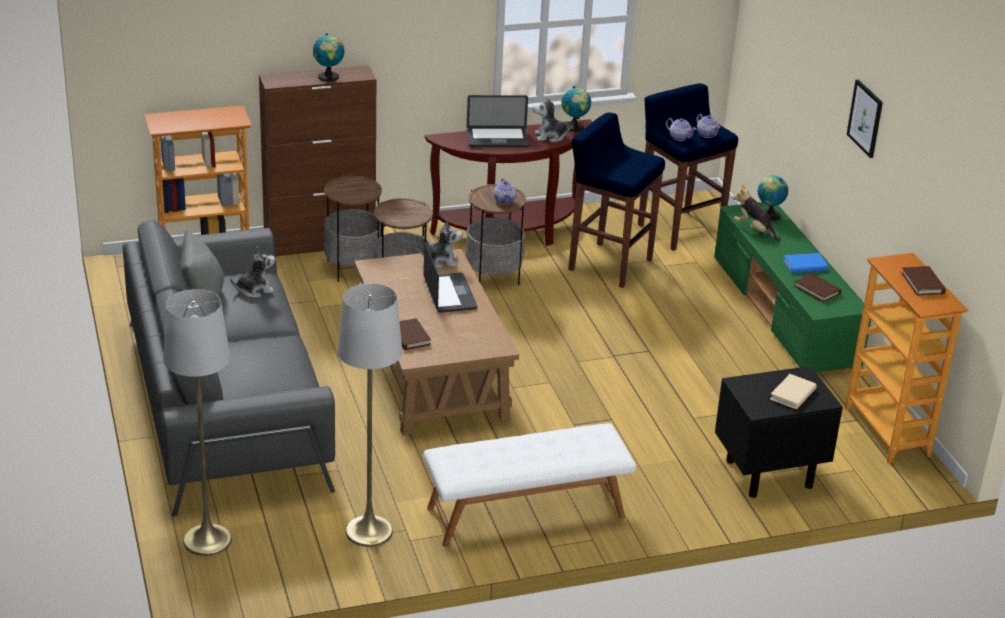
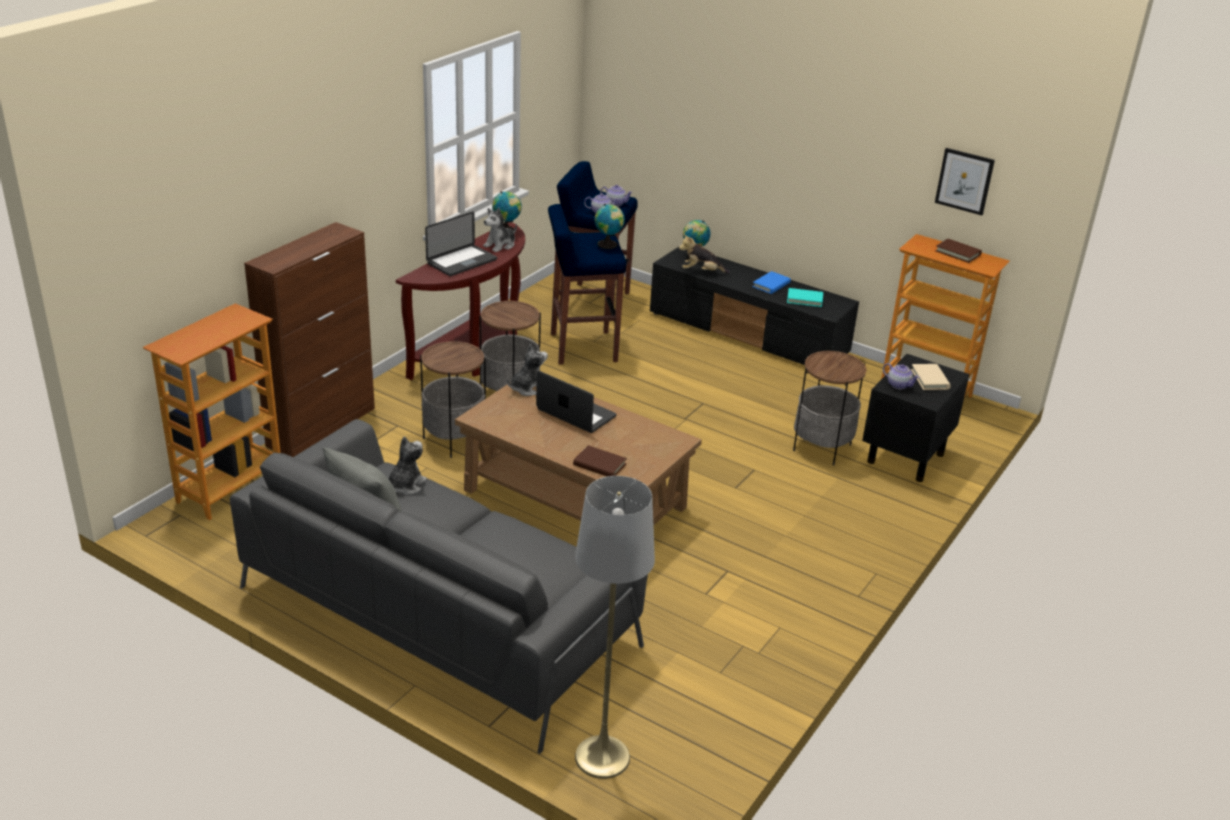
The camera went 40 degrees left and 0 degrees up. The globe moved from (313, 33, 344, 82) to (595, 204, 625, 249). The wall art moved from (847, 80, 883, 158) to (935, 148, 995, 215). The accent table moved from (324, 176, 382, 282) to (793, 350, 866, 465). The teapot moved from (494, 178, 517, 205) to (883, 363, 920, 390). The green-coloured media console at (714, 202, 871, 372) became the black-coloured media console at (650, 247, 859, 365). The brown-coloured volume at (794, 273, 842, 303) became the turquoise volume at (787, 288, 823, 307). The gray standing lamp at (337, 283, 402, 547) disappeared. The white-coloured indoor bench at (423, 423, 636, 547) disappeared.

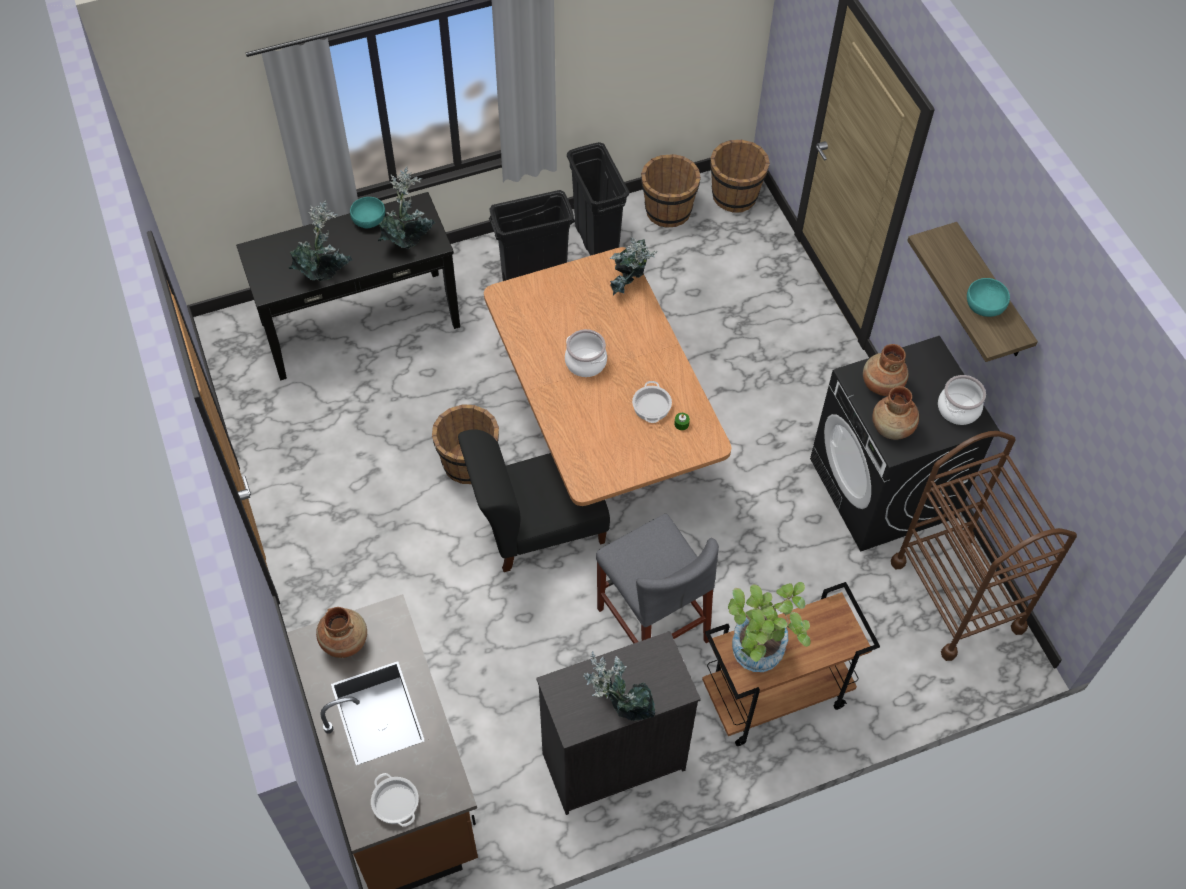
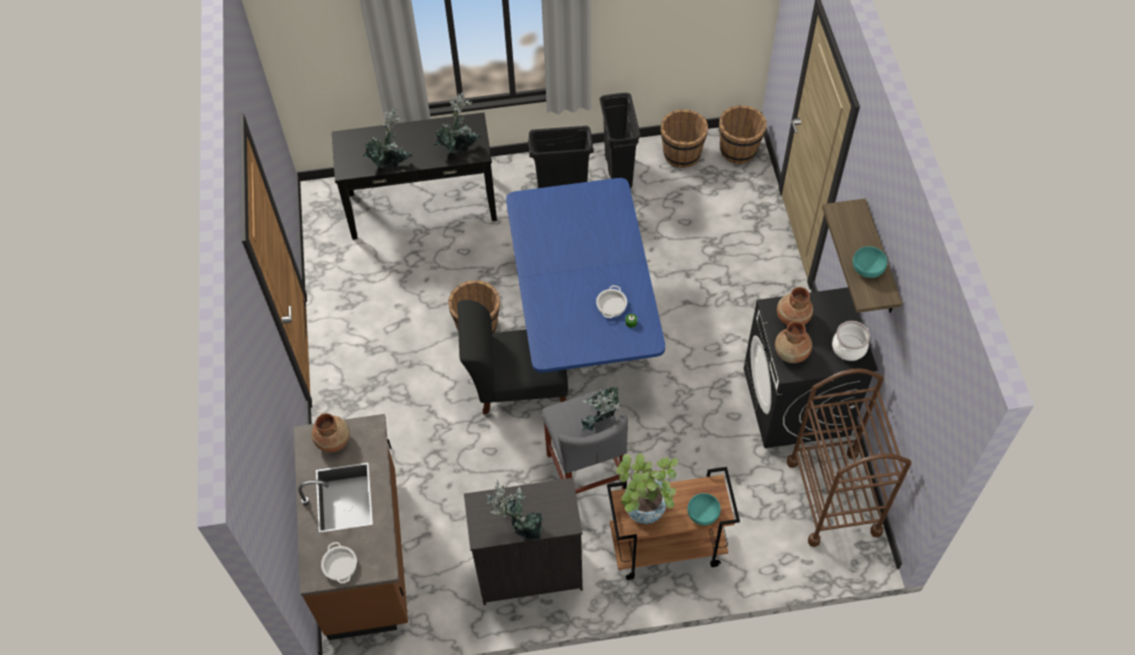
The camera went 15 degrees right and 0 degrees up. The turquoise deep dish moved from (350, 197, 385, 228) to (688, 493, 721, 525). The houseplant moved from (610, 237, 657, 296) to (581, 387, 620, 432). The brown-coloured dinner table at (484, 247, 732, 506) became the bluish dinner table at (506, 178, 665, 373). The saucepot at (565, 329, 607, 377) disappeared.

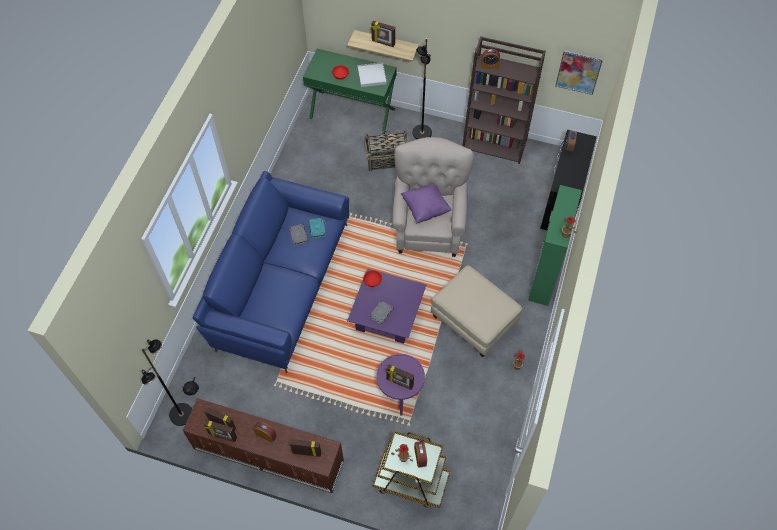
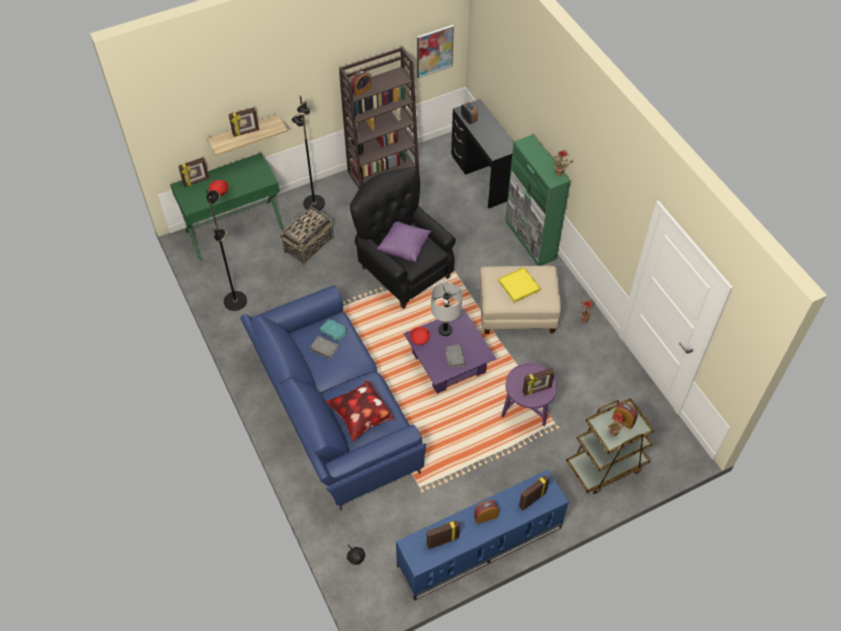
The camera went 45 degrees left and 5 degrees down. The white-coloured tray at (358, 62, 387, 87) disappeared. The beige-coloured lounge chair at (392, 137, 474, 257) became the black-coloured lounge chair at (350, 167, 456, 309). The black-coloured standing lamp moved from (141, 339, 192, 426) to (206, 190, 247, 311). The brown-coloured media console at (183, 398, 344, 493) became the bluish media console at (396, 470, 568, 601). The picture frame moved from (204, 420, 237, 442) to (178, 157, 209, 187). The yellowish tray at (498, 267, 541, 303) appeared. The gray lamp for a table at (431, 283, 462, 336) appeared. The throw pillow at (326, 380, 393, 441) appeared.

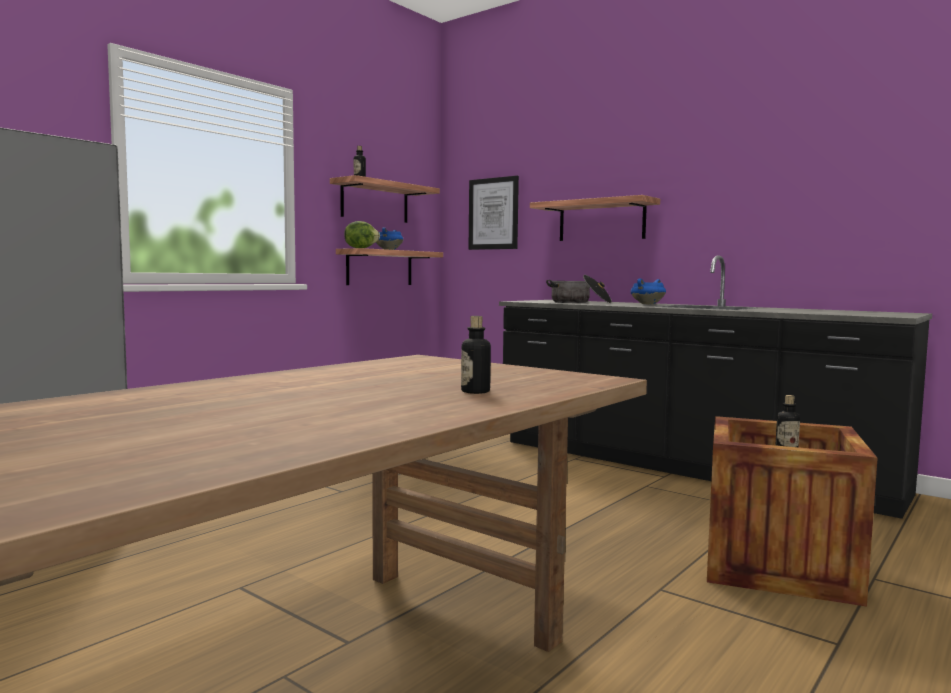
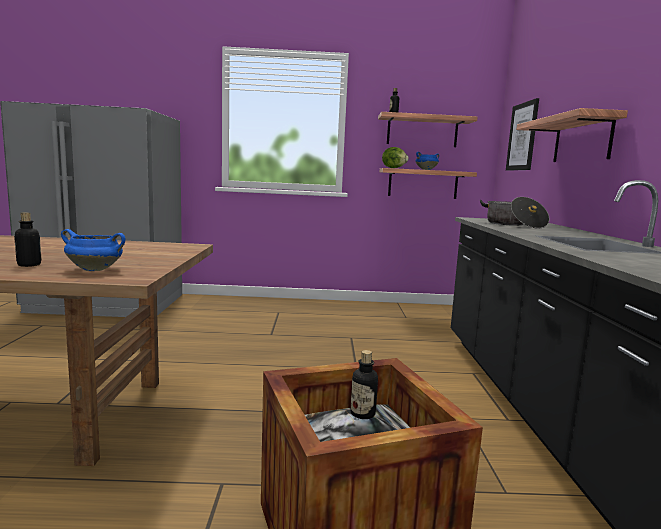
The camera went 50 degrees right and 5 degrees up. The bluish saucepot moved from (631, 279, 666, 305) to (61, 229, 126, 271).

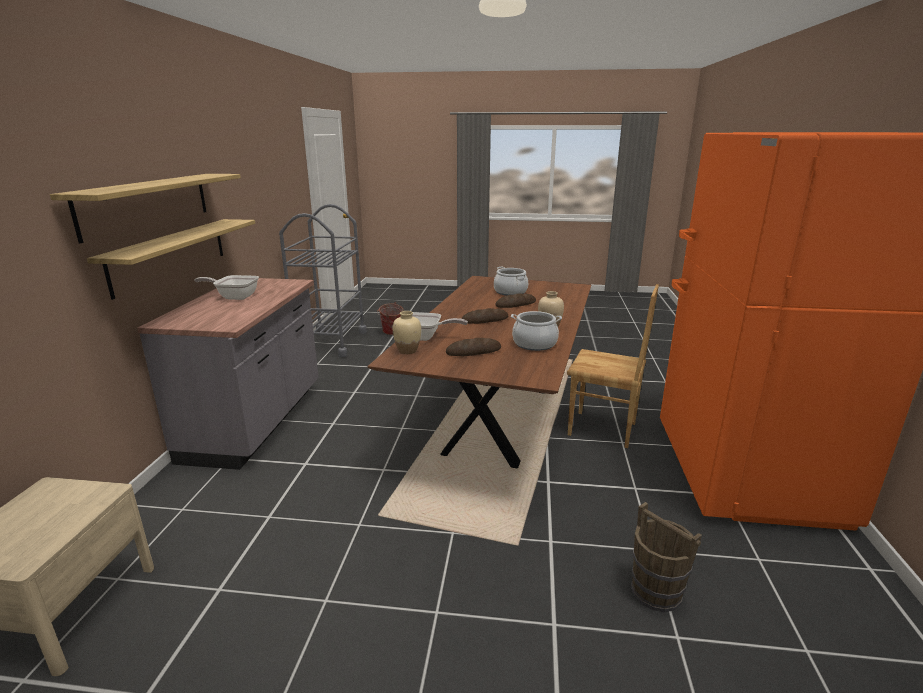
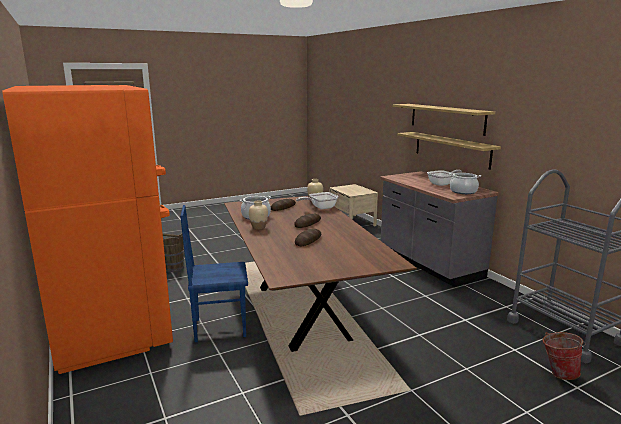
The camera went 145 degrees right and 5 degrees down. The saucepot moved from (494, 267, 528, 296) to (449, 173, 481, 194). The brown-coloured plain chair at (567, 284, 659, 448) became the bluish plain chair at (180, 205, 248, 342).

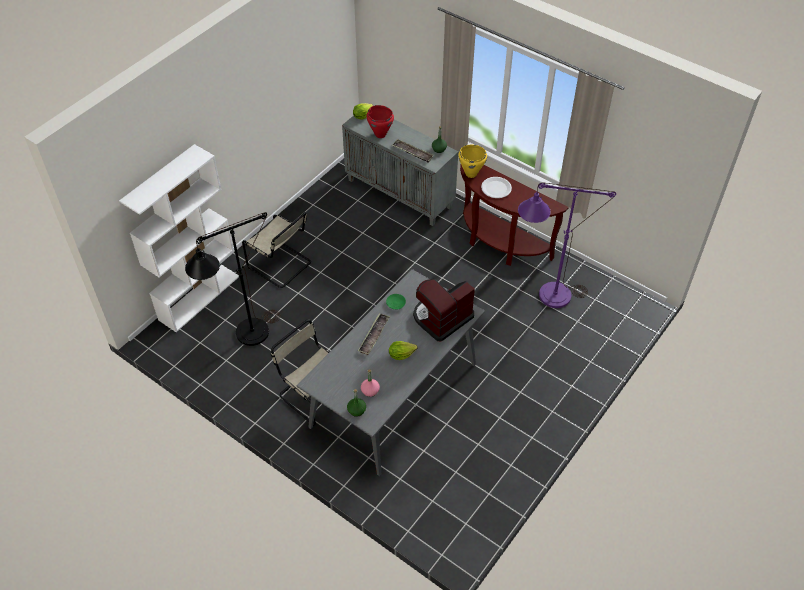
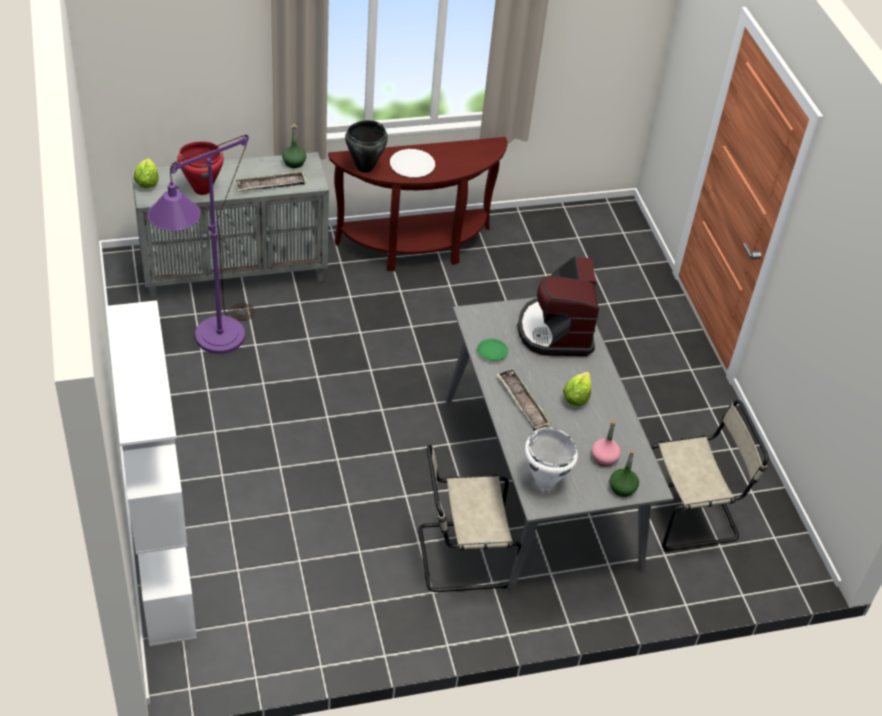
The camera went 55 degrees left and 5 degrees down. The yellowish saucepot at (458, 145, 487, 178) became the black-coloured saucepot at (345, 120, 388, 173). The purple standing lamp moved from (518, 182, 616, 308) to (148, 135, 255, 354). The black-coloured standing lamp at (185, 212, 280, 346) disappeared. The beige-coloured plain chair moved from (242, 212, 311, 288) to (651, 400, 769, 552). The white-coloured saucepot at (525, 427, 578, 489) appeared.

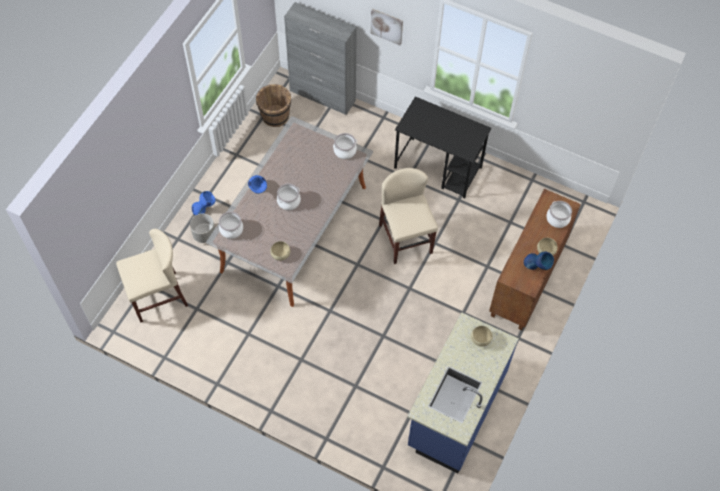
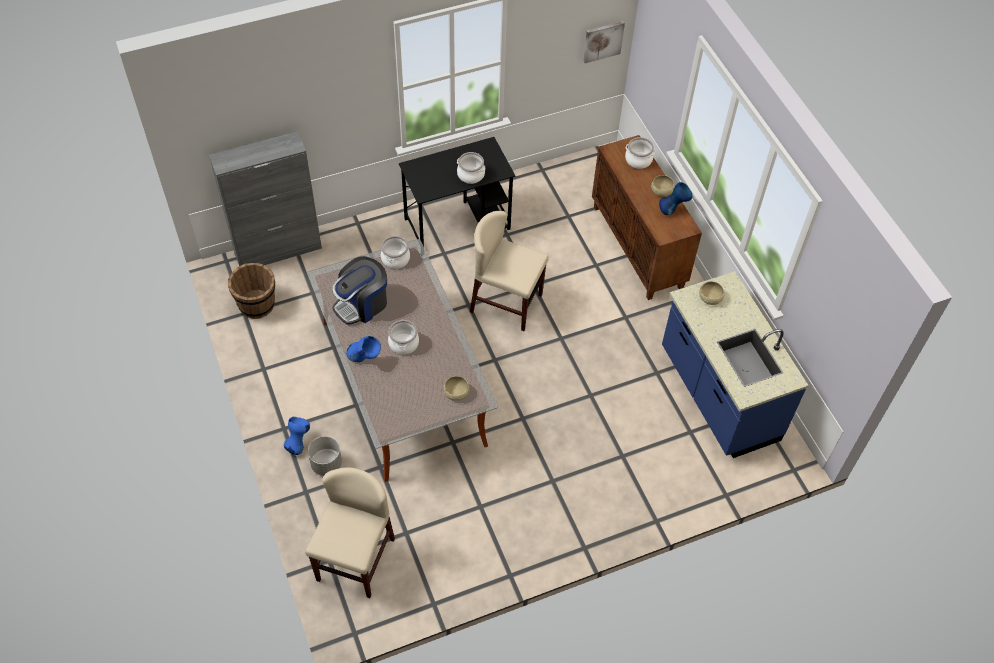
The camera went 50 degrees left and 5 degrees down. The wall art moved from (371, 9, 403, 45) to (583, 21, 625, 63). The saucepot moved from (219, 212, 243, 239) to (457, 152, 485, 184). The coffee brewer at (332, 256, 387, 325) appeared.

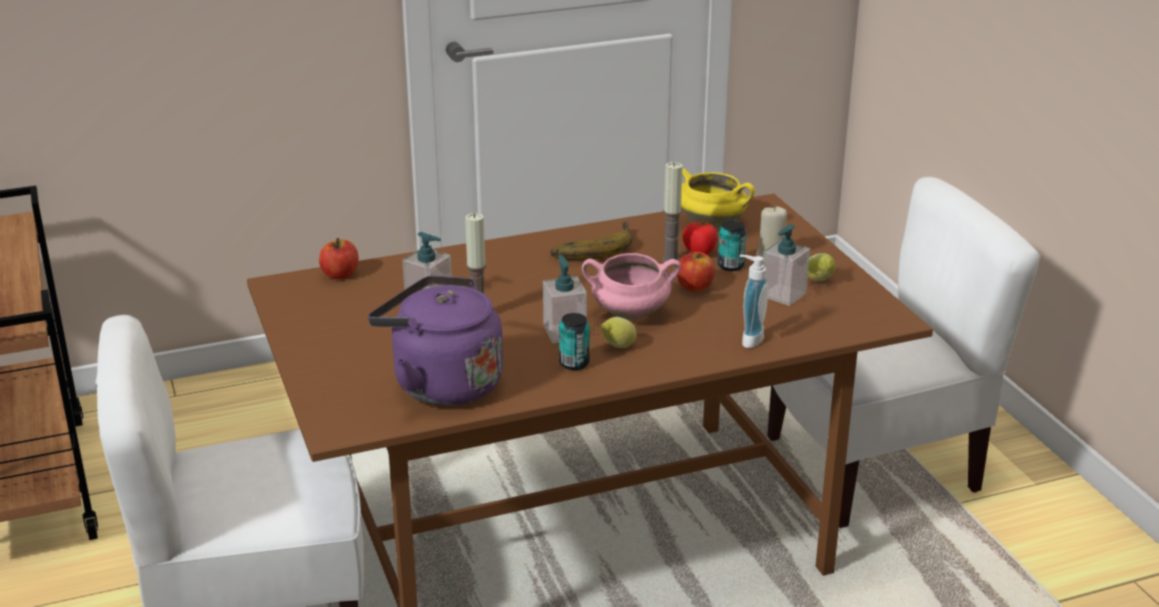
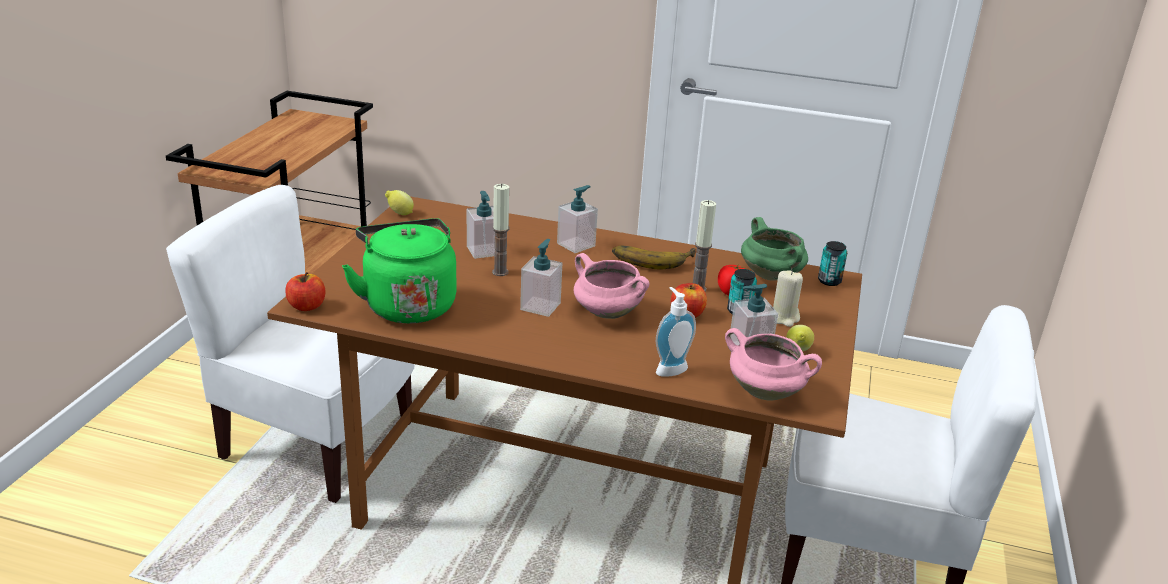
The camera went 35 degrees right and 0 degrees up. The yellowish saucepot at (681, 167, 755, 229) became the green-coloured saucepot at (741, 217, 808, 281). The whole apple moved from (319, 238, 359, 279) to (285, 272, 325, 311). The purple kettle at (368, 275, 503, 406) became the green-coloured kettle at (342, 218, 456, 324). The sealed can moved from (559, 313, 590, 370) to (818, 241, 847, 286). The lemon moved from (601, 317, 637, 348) to (385, 190, 414, 215). The soap dispenser at (557, 185, 598, 253) appeared. The pinkish saucepot at (725, 328, 822, 401) appeared.

